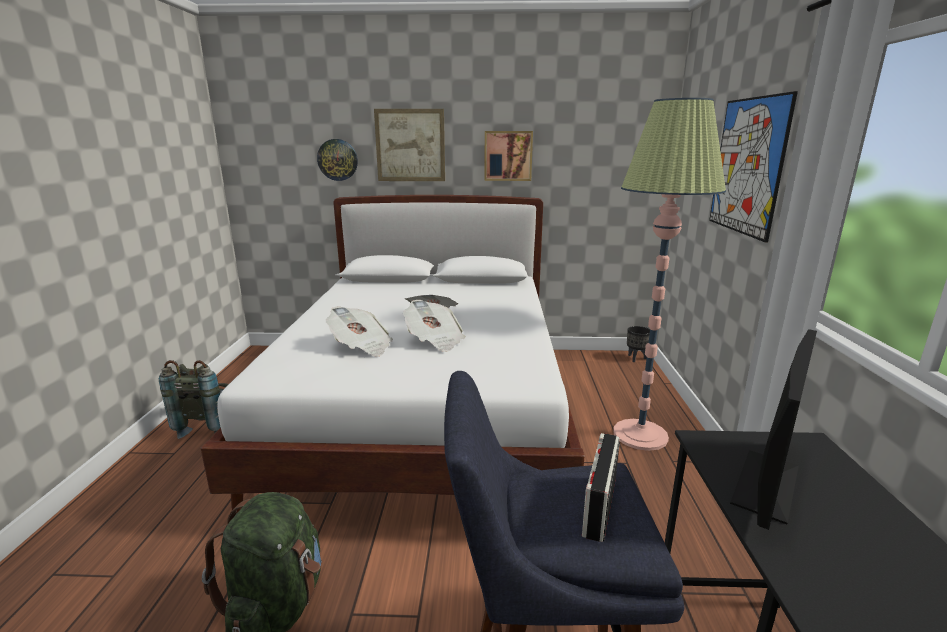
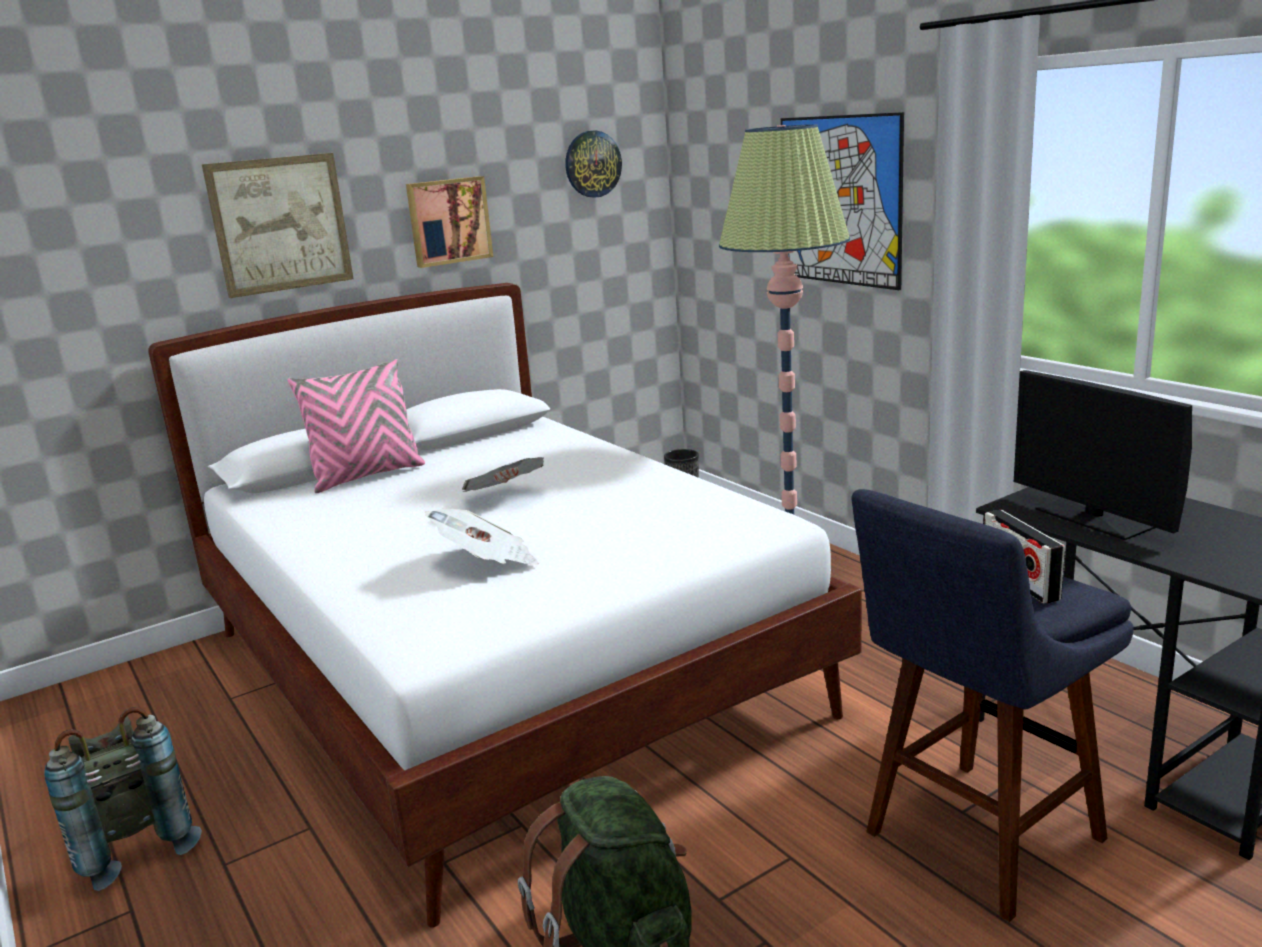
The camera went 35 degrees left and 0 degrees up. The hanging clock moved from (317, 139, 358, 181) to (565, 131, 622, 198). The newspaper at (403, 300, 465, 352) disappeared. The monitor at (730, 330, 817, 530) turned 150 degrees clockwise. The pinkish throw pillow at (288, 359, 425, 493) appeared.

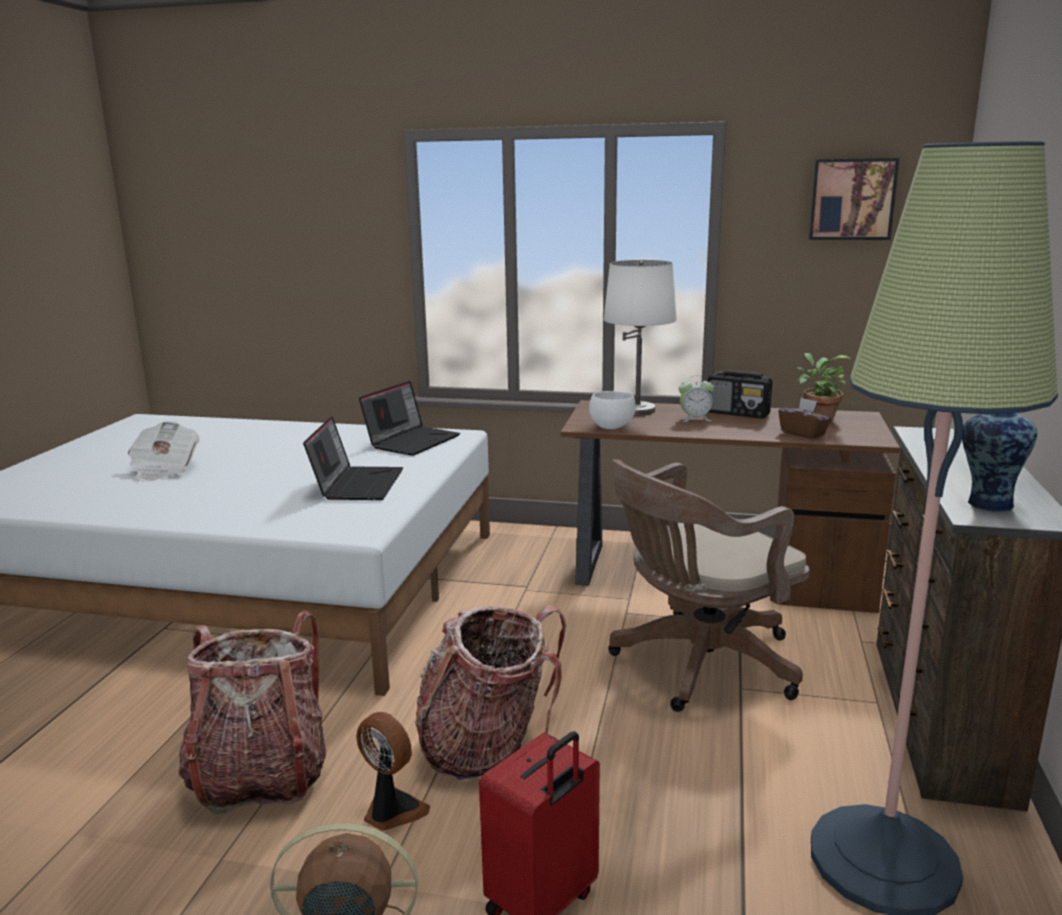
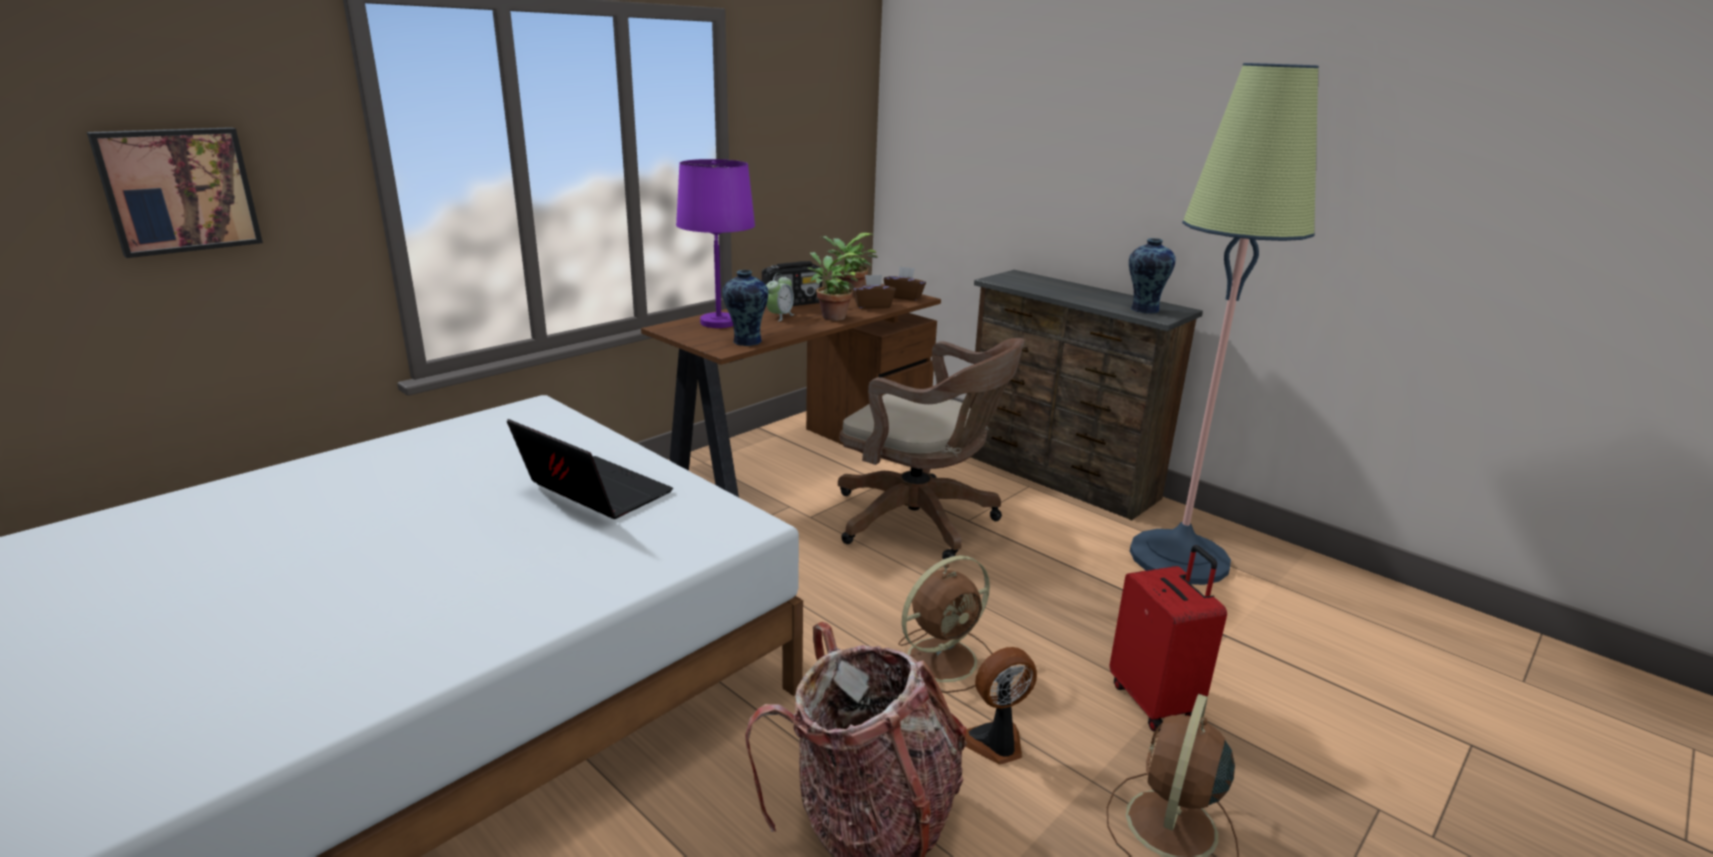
The camera went 60 degrees left and 5 degrees up. The wall art moved from (809, 158, 899, 240) to (87, 127, 263, 258). The white-coloured lamp for a table at (603, 260, 677, 415) became the purple lamp for a table at (676, 159, 755, 328). The laptop at (359, 381, 460, 456) disappeared. The white-coloured deep dish at (589, 391, 635, 429) was replaced by the flower vase at (722, 270, 768, 346). The newspaper at (128, 421, 200, 482) disappeared. The brown-coloured desk chair at (608, 459, 810, 712) turned 60 degrees counterclockwise. The knapsack at (415, 606, 566, 780) was replaced by the brown-coloured electric fan at (898, 555, 993, 693). The houseplant at (807, 252, 859, 321) appeared. The brown-coloured tissue holder at (884, 266, 926, 301) appeared.

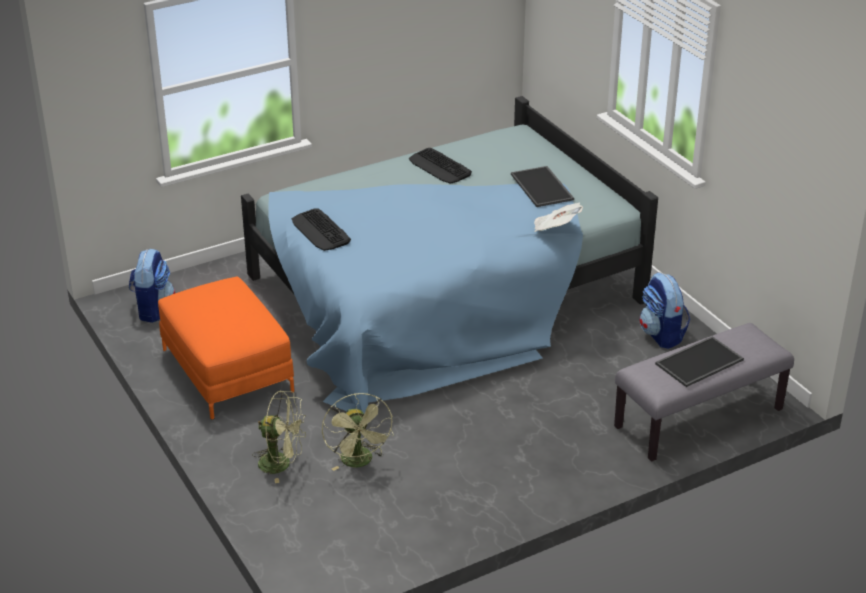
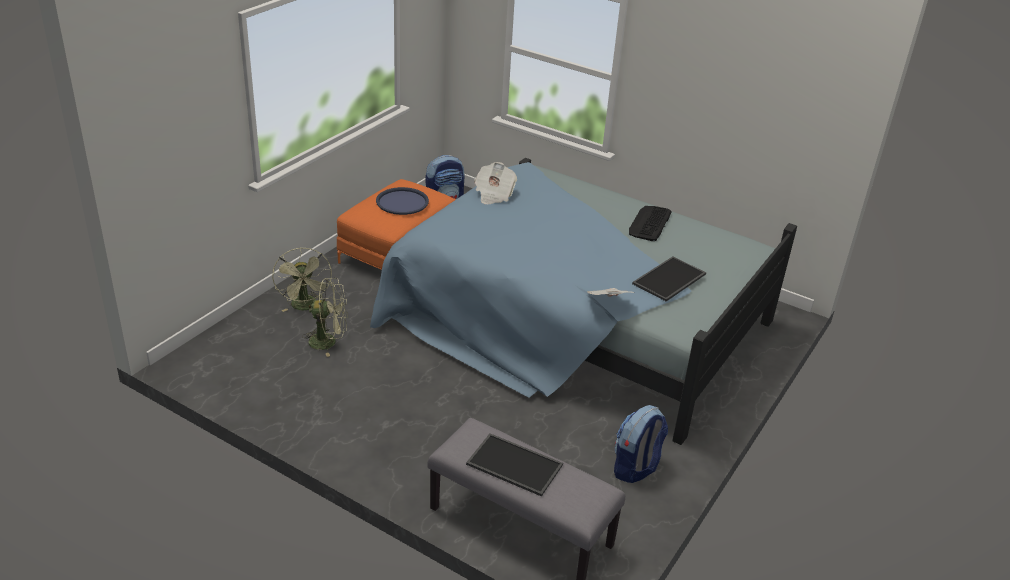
The camera went 60 degrees right and 0 degrees up. The keyboard at (292, 208, 351, 251) was replaced by the newspaper at (474, 162, 517, 204). The green-coloured electric fan at (322, 393, 394, 471) turned 135 degrees counterclockwise. The bluish tray at (376, 187, 429, 215) appeared.

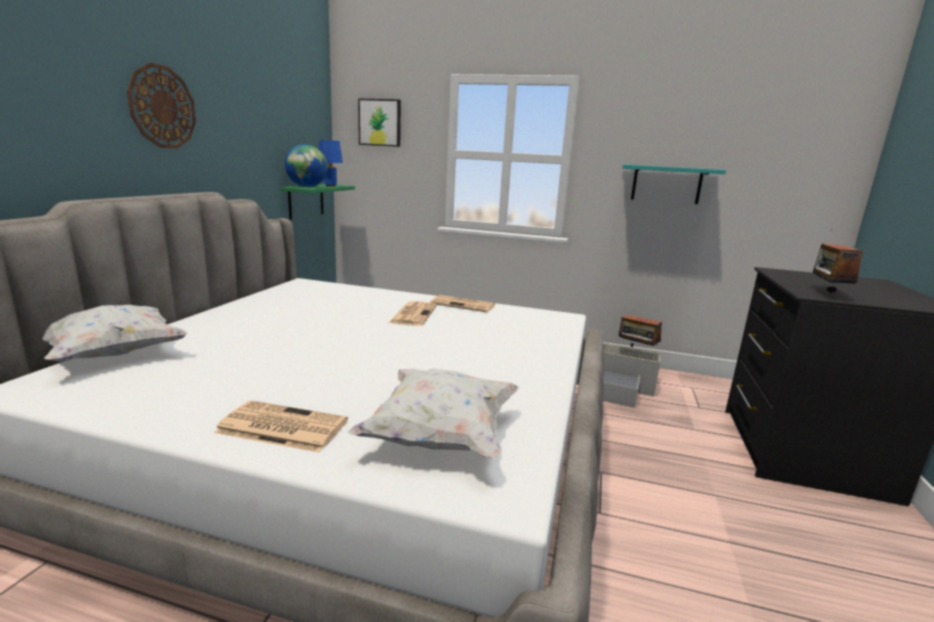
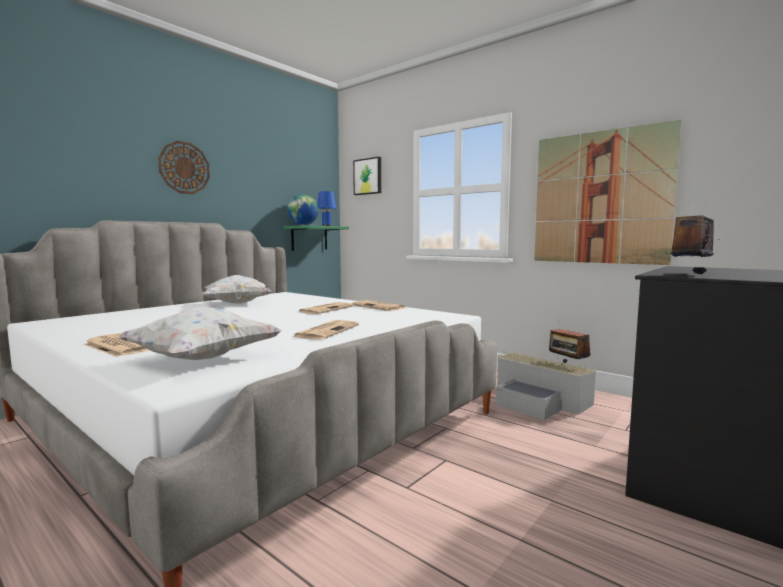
The camera went 25 degrees right and 10 degrees down. The turquoise wall shelf at (622, 164, 726, 204) was replaced by the wall art at (534, 120, 682, 265). The white-coloured throw pillow moved from (42, 305, 188, 362) to (203, 275, 271, 304). The newspaper at (292, 320, 359, 340) appeared.

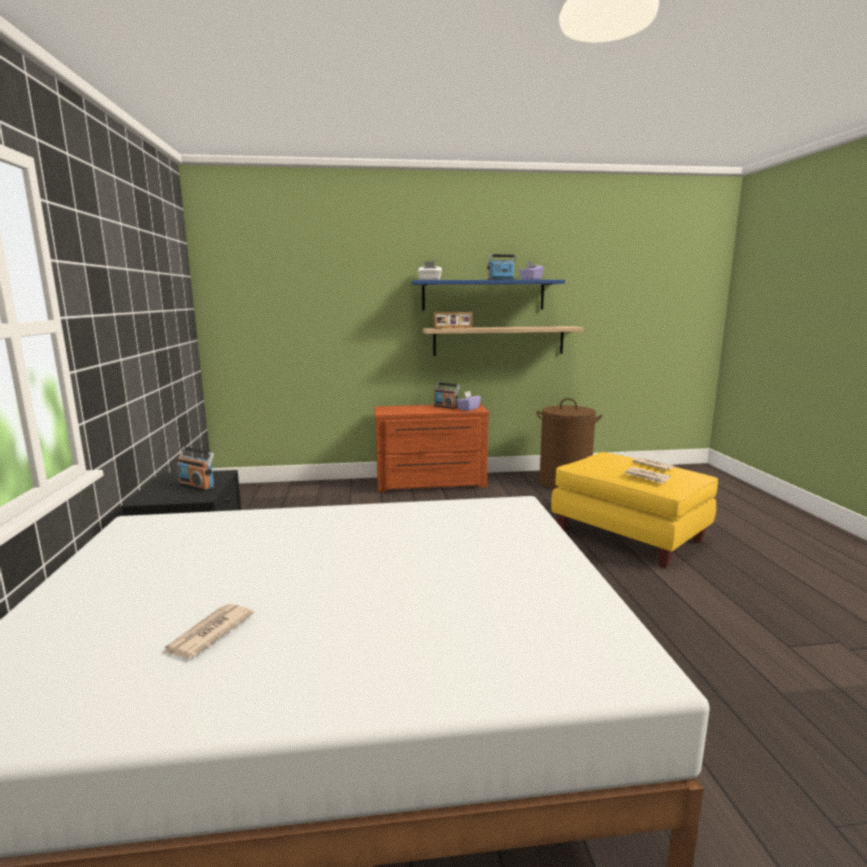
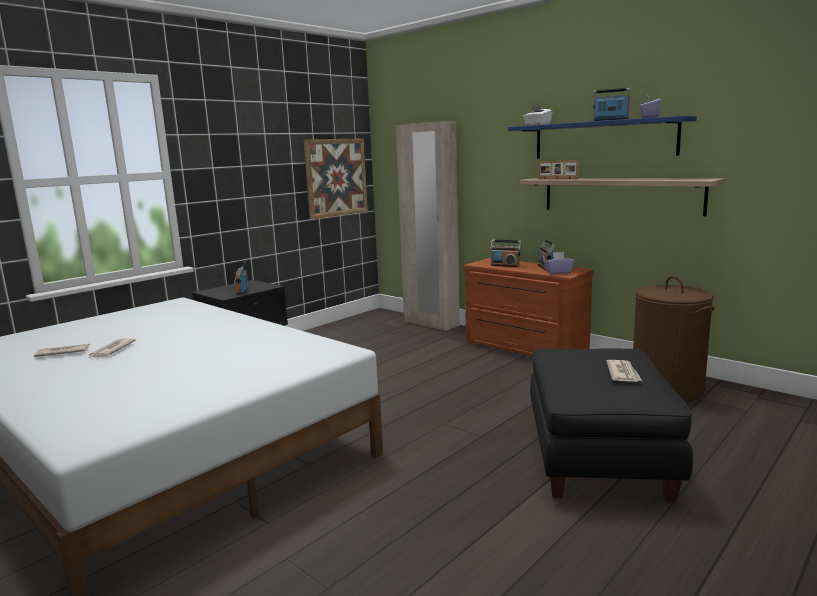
The camera went 50 degrees right and 0 degrees up. The yellowish footrest at (551, 452, 718, 568) became the black-coloured footrest at (530, 348, 693, 502). The newspaper moved from (625, 467, 671, 484) to (89, 338, 136, 358). The beige-coloured clothes cupboard at (396, 121, 460, 331) appeared. The wall art at (303, 138, 368, 219) appeared. The radio set at (490, 240, 521, 267) appeared.

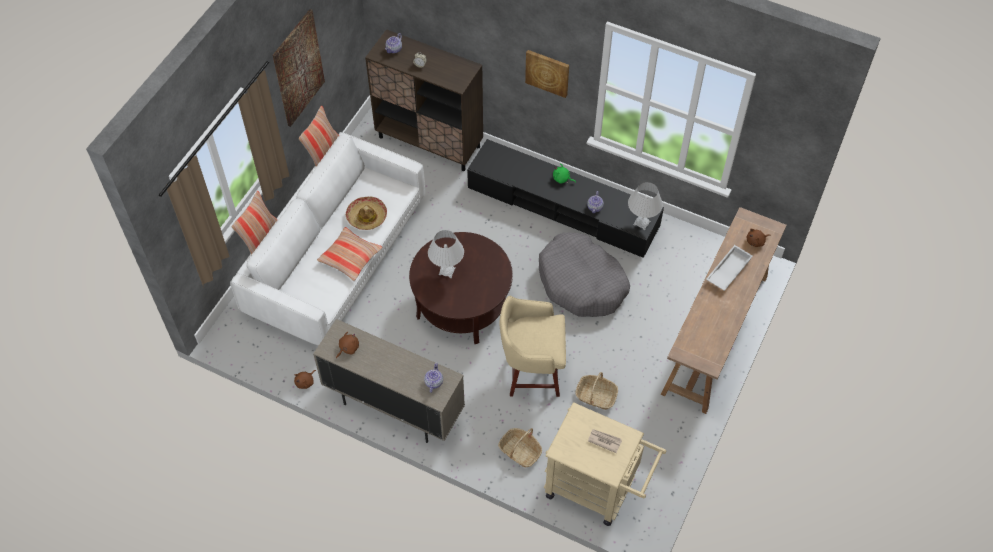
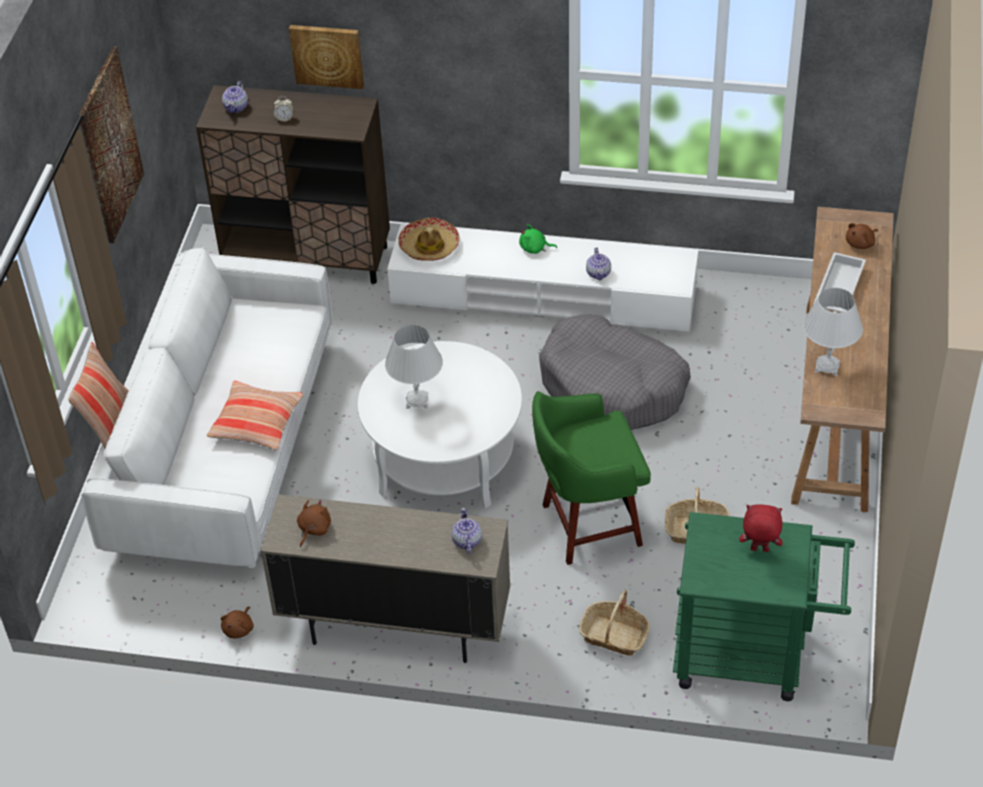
The camera went 15 degrees left and 10 degrees down. The wall art moved from (525, 50, 569, 98) to (289, 25, 364, 89). The throw pillow at (299, 106, 340, 166) disappeared. The black-coloured media console at (467, 139, 664, 258) became the white-coloured media console at (387, 223, 698, 332). The white-coloured lamp for a table moved from (628, 182, 663, 230) to (803, 288, 863, 376). The clothing hat moved from (346, 197, 387, 230) to (398, 218, 460, 261). The brown-coloured coffee table at (409, 232, 513, 344) became the white-coloured coffee table at (358, 341, 522, 508). The beige-coloured stool seat at (499, 295, 566, 397) became the green-coloured stool seat at (532, 391, 651, 565). The beige-coloured trolley at (544, 402, 667, 526) became the green-coloured trolley at (673, 512, 855, 701). The newspaper at (588, 429, 622, 453) was replaced by the red cuddly toy at (739, 505, 782, 552).

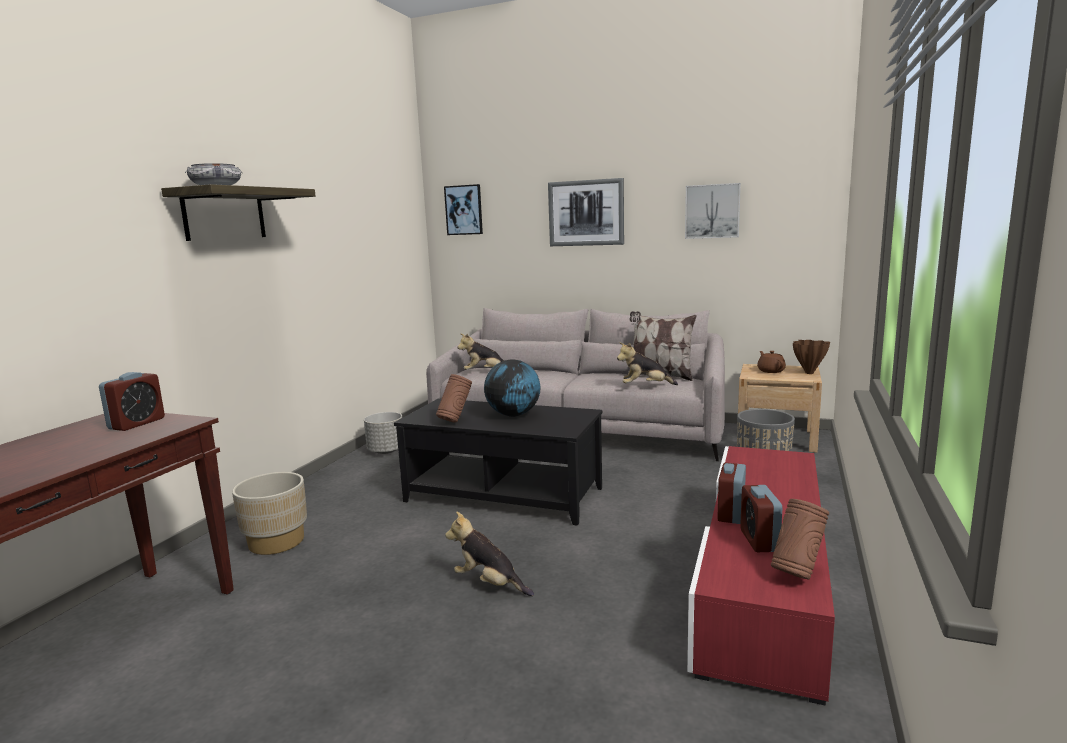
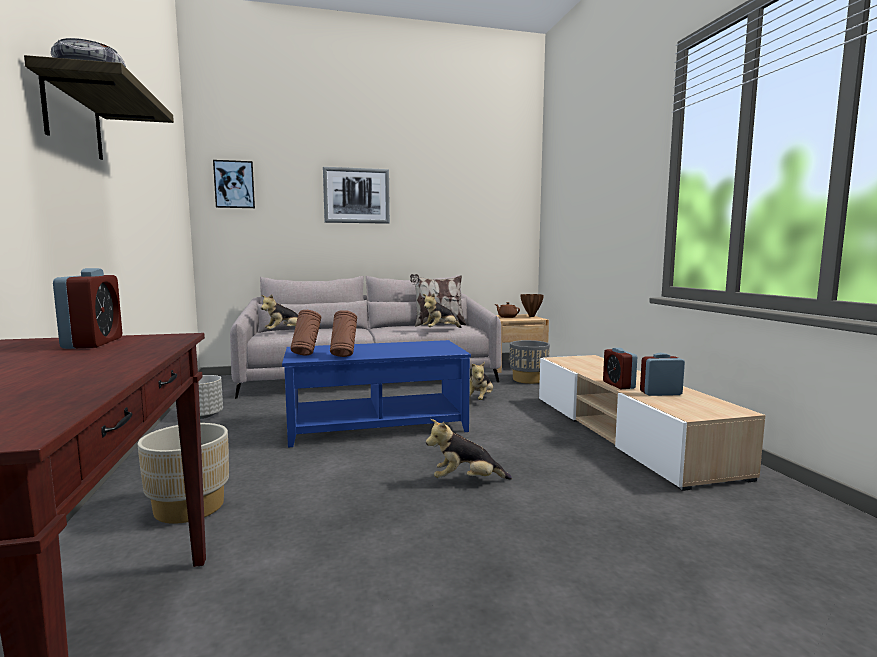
The camera went 35 degrees left and 5 degrees down. The wall art at (685, 183, 741, 239) disappeared. The globe at (484, 359, 541, 417) disappeared. The black-coloured coffee table at (394, 399, 602, 526) became the bluish coffee table at (282, 340, 471, 448). The red media console at (687, 446, 835, 705) became the beige-coloured media console at (539, 355, 765, 491). The alarm clock at (740, 485, 782, 552) turned 120 degrees clockwise. The brown-coloured flower vase moved from (771, 499, 829, 580) to (291, 310, 321, 356). The cuddly toy at (469, 362, 493, 400) appeared.

